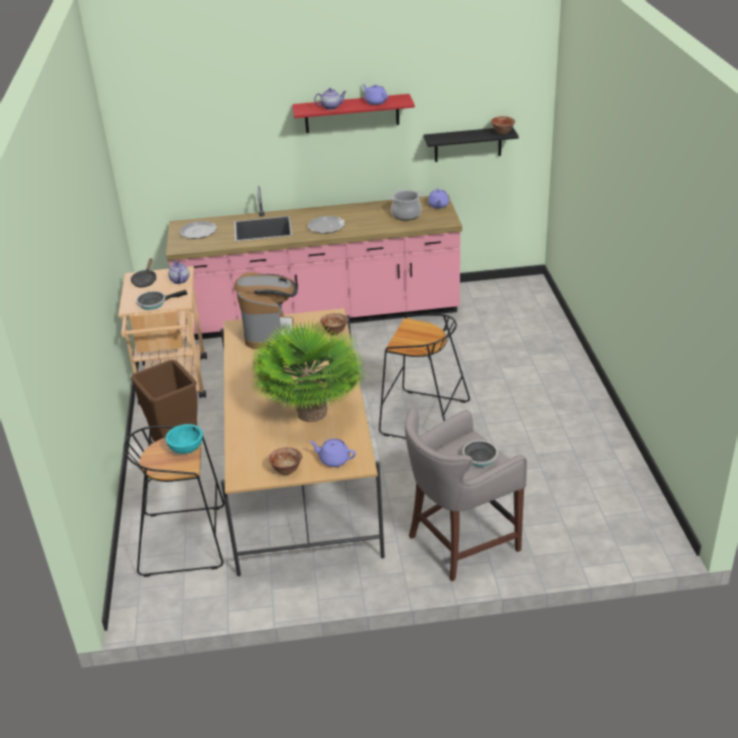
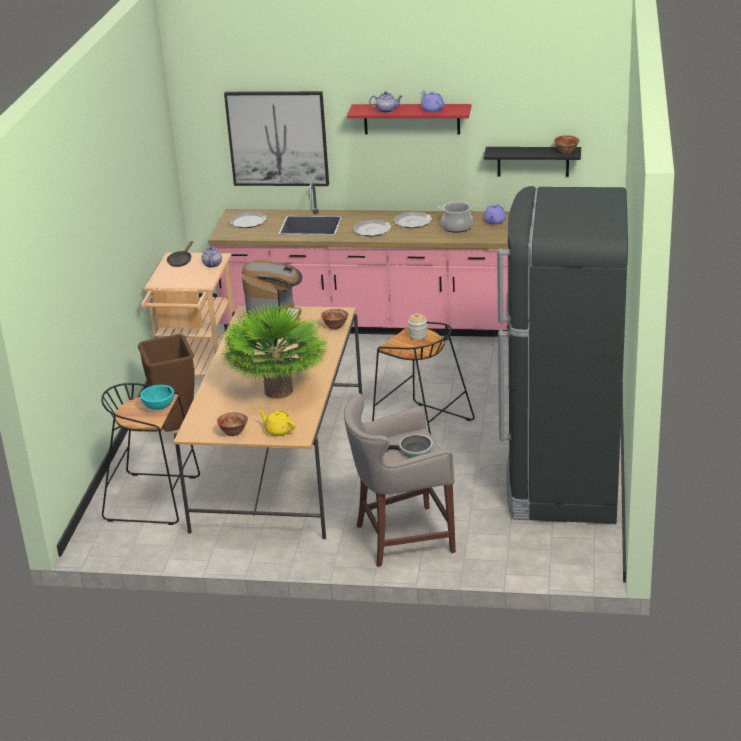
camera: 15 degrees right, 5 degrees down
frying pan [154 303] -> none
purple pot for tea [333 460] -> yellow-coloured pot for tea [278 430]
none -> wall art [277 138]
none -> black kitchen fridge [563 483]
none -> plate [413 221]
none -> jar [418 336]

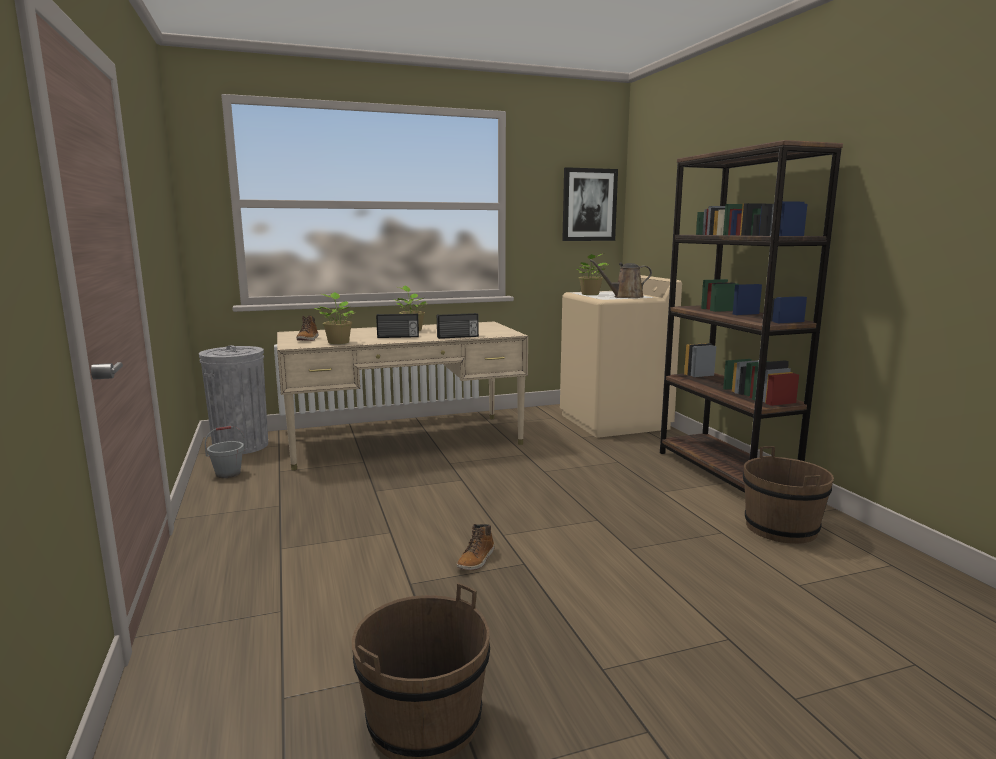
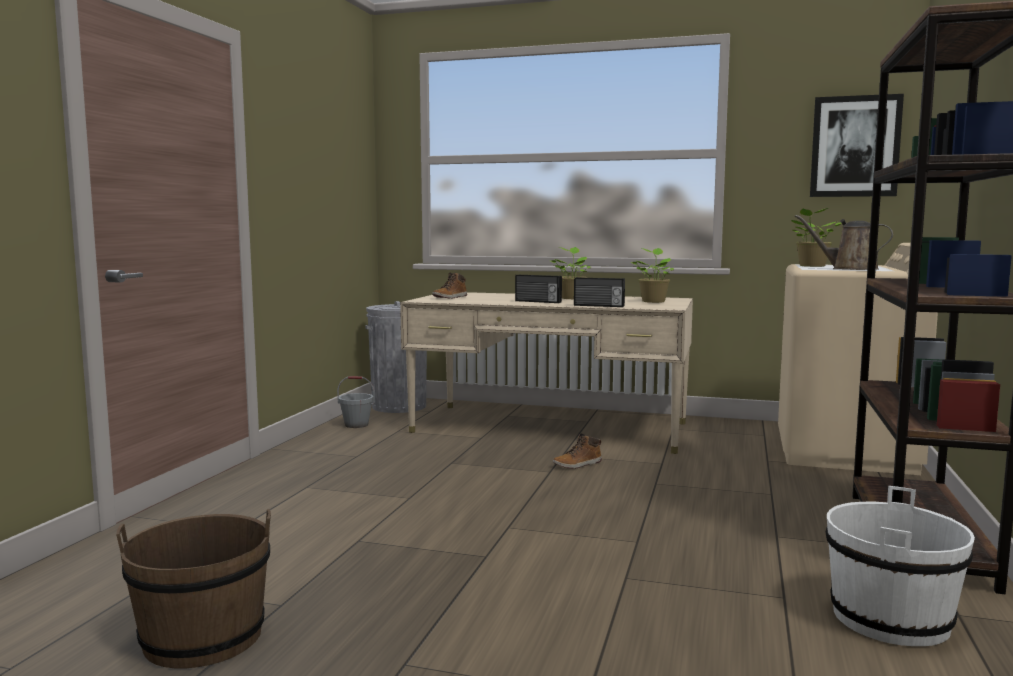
camera: 35 degrees right, 5 degrees down
potted plant [338 342] -> potted plant [653 301], shifted
brownish water bucket [781 528] -> whitish water bucket [891 619]
tall boot [476 560] -> tall boot [578 464], shifted

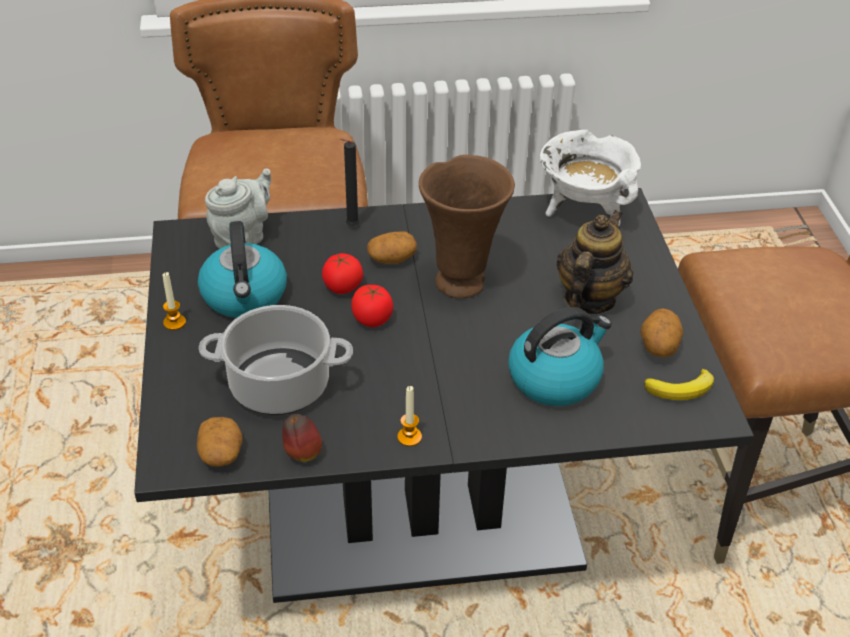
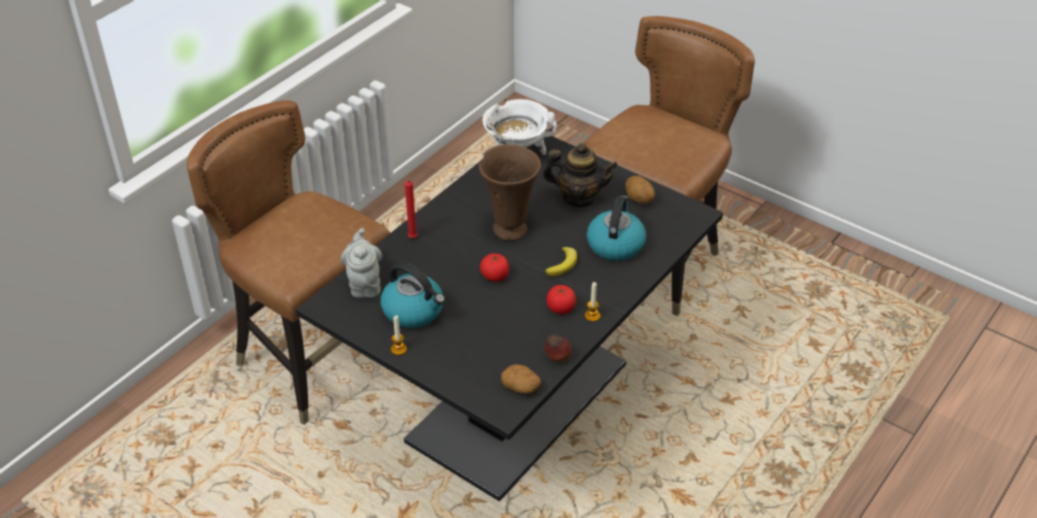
camera: 45 degrees left, 0 degrees up
black wax light [350 227] -> red wax light [412 238]
pot for tea [588 299] -> pot for tea [579 197], 120 degrees clockwise
spud [392 258] -> none
whole tomato [342 287] -> whole tomato [561 308], shifted
saucepot [278 385] -> none
banana [681 389] -> banana [563 264], shifted

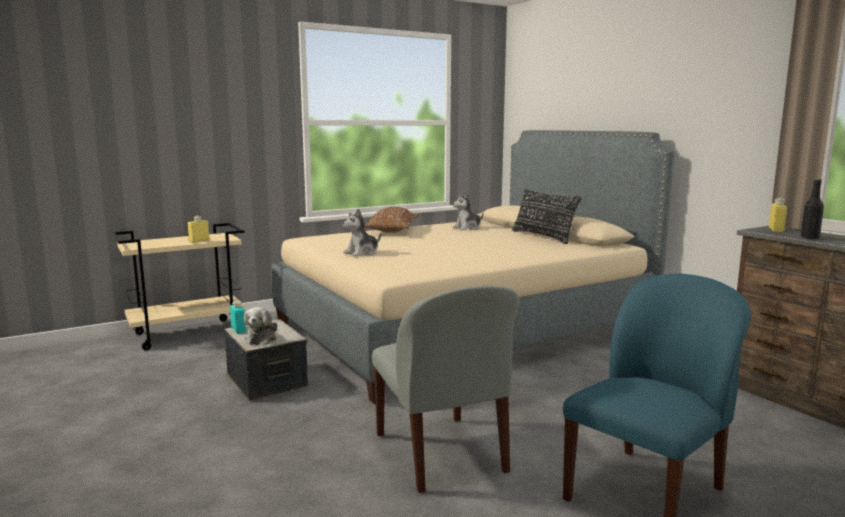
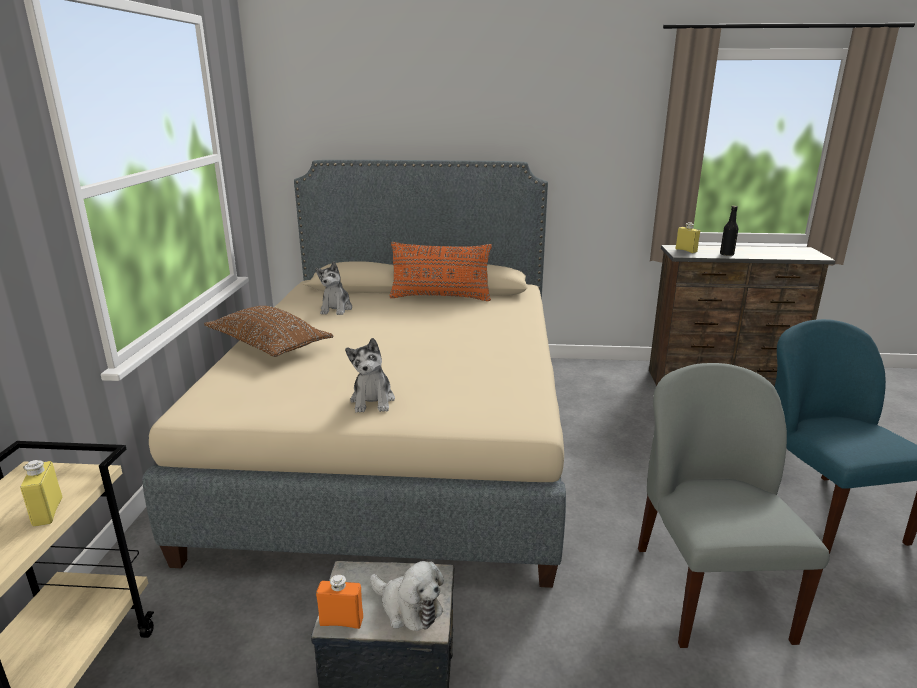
camera: 55 degrees left, 10 degrees up
black pillow [543 237] -> orange-coloured pillow [440 297]
grey upright chair [441 454] -> grey upright chair [708 590], 105 degrees counterclockwise
blue-green bottle [238 330] -> orange-coloured bottle [341 621]

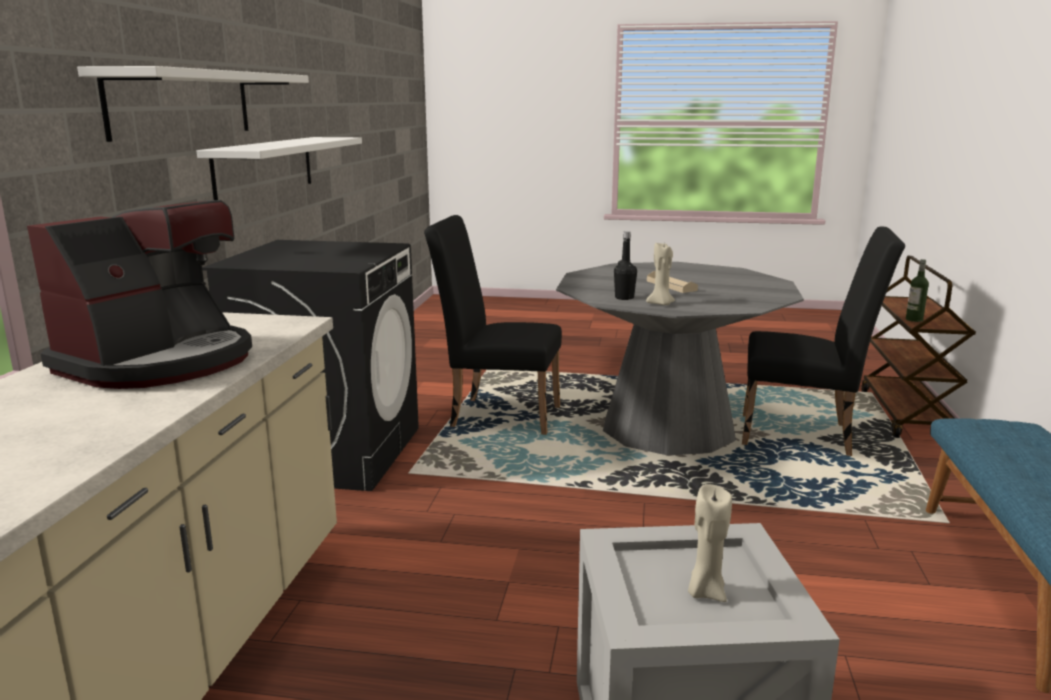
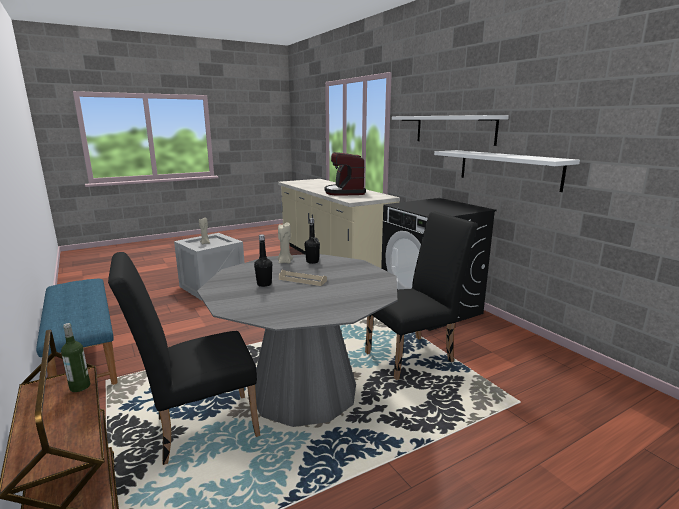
camera: 140 degrees right, 0 degrees up
none -> black bottle [264 284]

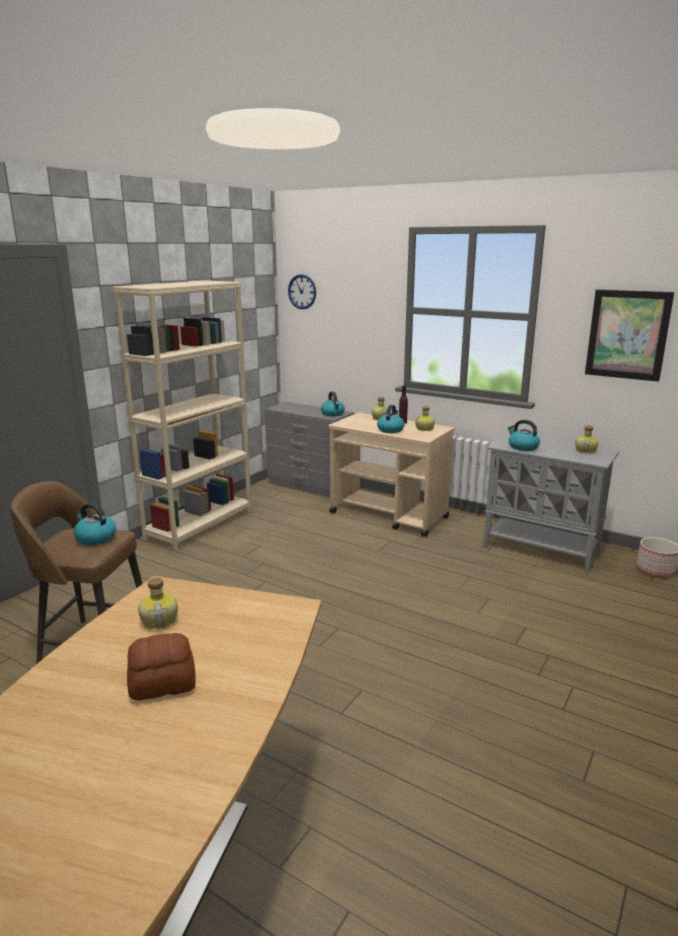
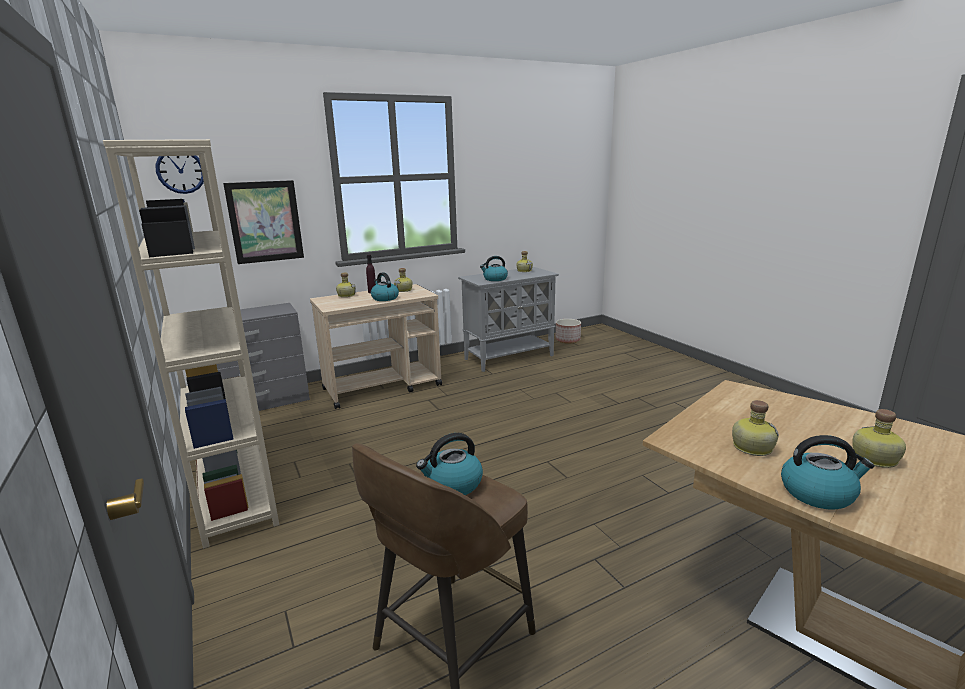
camera: 60 degrees left, 0 degrees up
wall art [627 335] -> wall art [265 222], shifted
tea kettle [333 414] -> tea kettle [818 493], shifted
bakery bread [162 684] -> bottle [873 459]

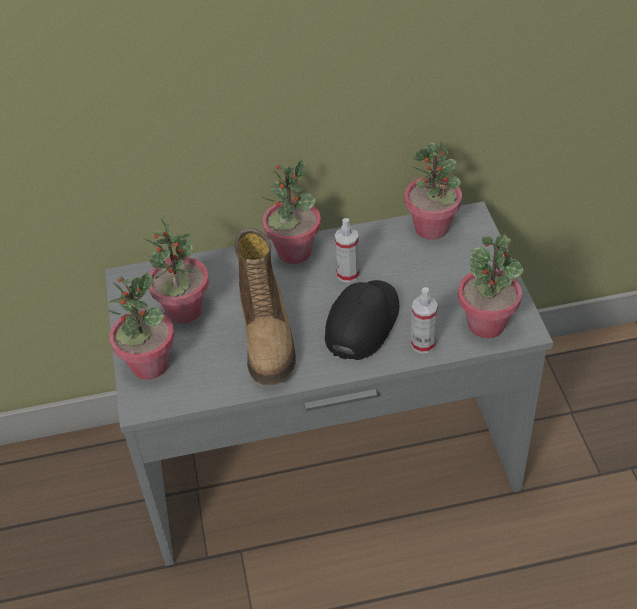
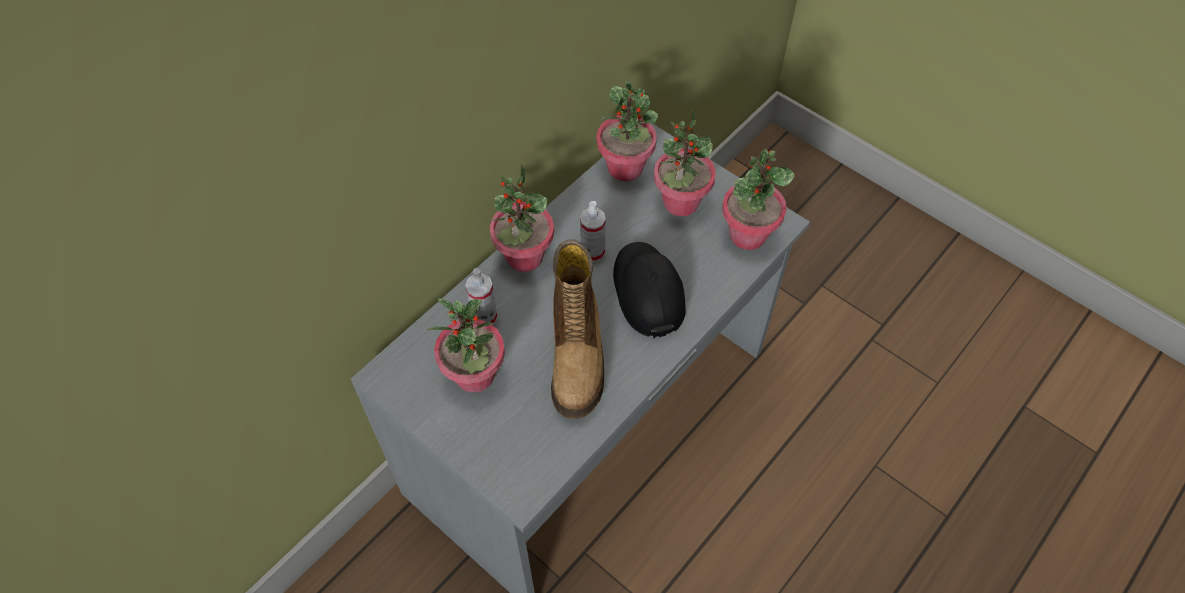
camera: 40 degrees left, 10 degrees up
tall boot [268 337] -> tall boot [578 354], 45 degrees clockwise
potted plant [149 365] -> potted plant [680 202], shifted
hand sprayer [423 344] -> hand sprayer [484 317], shifted

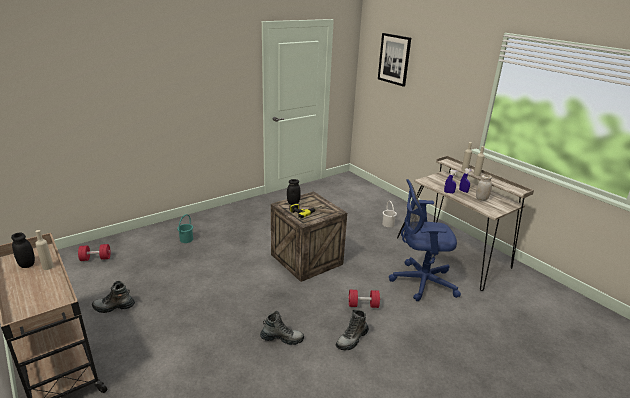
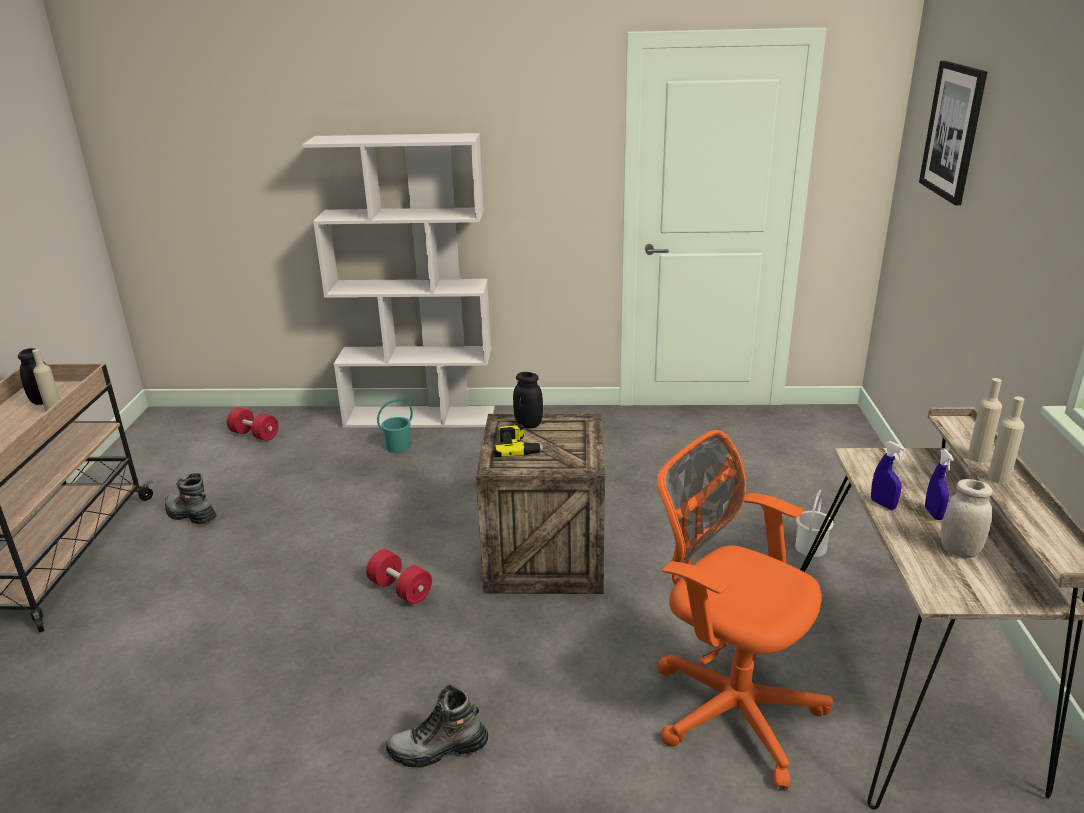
camera: 40 degrees right, 0 degrees up
bluish desk chair [420 282] -> orange-coloured desk chair [729 706]
red hand weight [363 305] -> red hand weight [400 589], shifted
tall boot [282 338] -> none
none -> whitish bookcase [420 417]

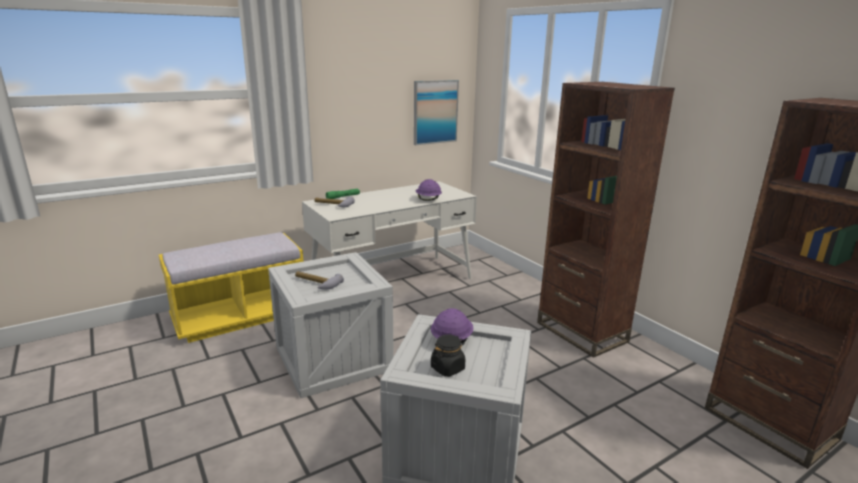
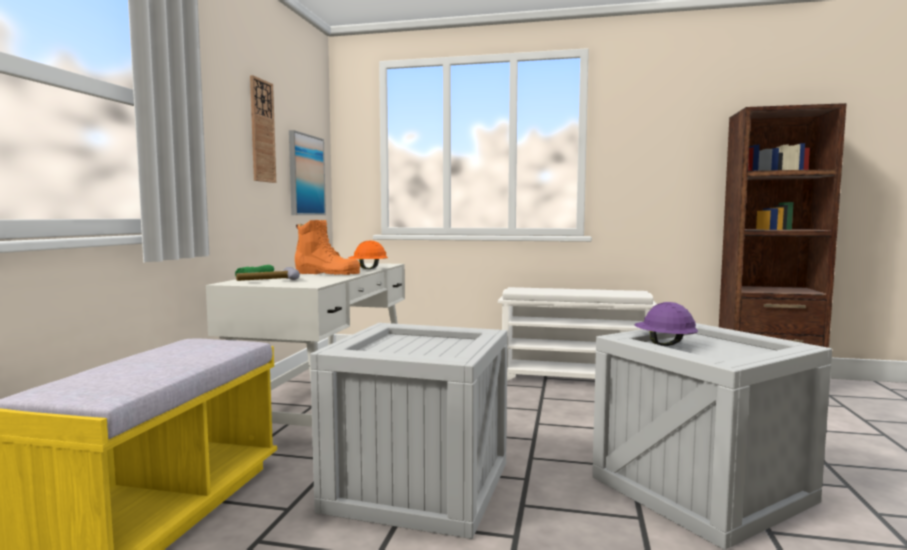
camera: 45 degrees left, 15 degrees down
brownish bookcase [581 332] -> whitish shoe shelf [574 378]
purple safety helmet [428 199] -> orange-coloured safety helmet [367 268]
hammer [316 284] -> none
black jar [447 368] -> none
none -> clock on the wall [262 131]
none -> orange-coloured tall boot [327 273]

